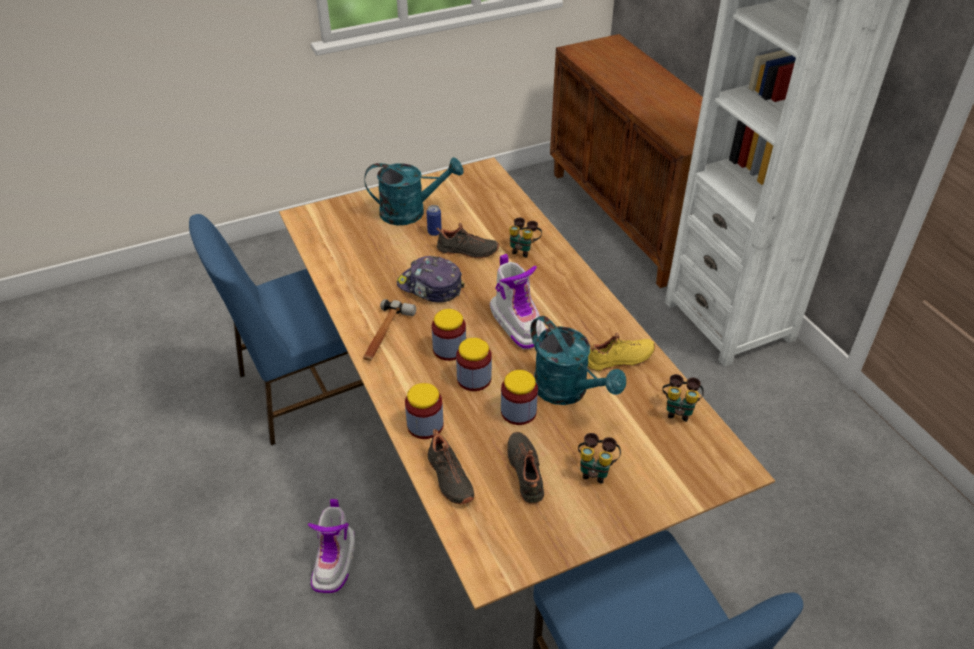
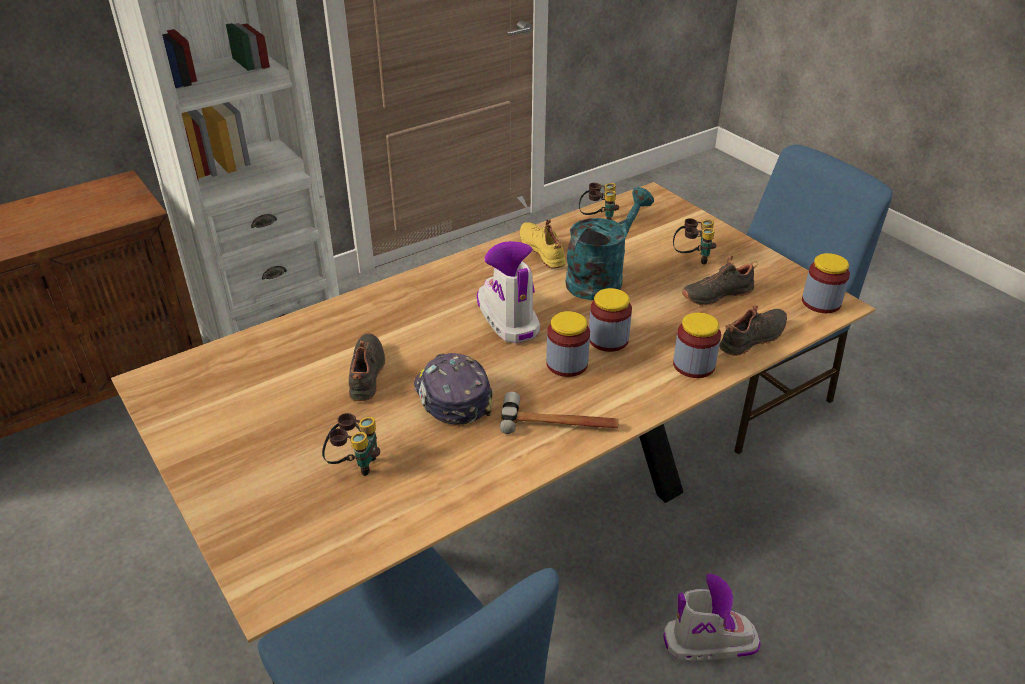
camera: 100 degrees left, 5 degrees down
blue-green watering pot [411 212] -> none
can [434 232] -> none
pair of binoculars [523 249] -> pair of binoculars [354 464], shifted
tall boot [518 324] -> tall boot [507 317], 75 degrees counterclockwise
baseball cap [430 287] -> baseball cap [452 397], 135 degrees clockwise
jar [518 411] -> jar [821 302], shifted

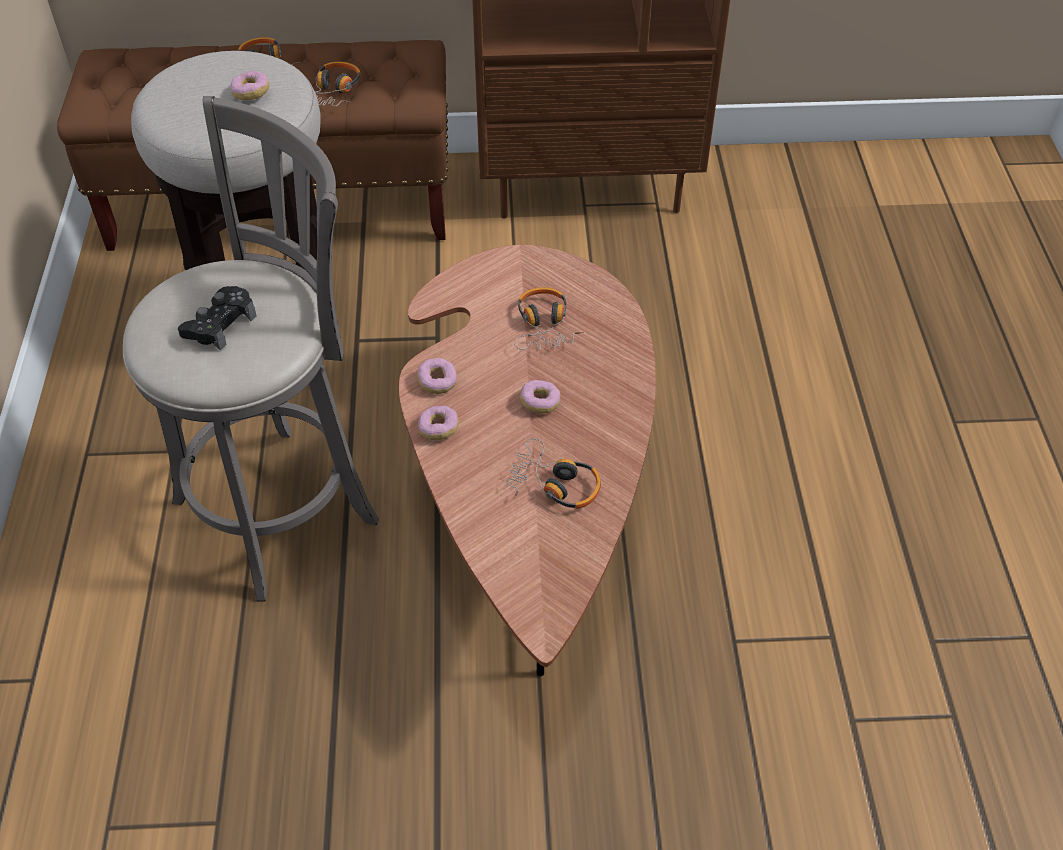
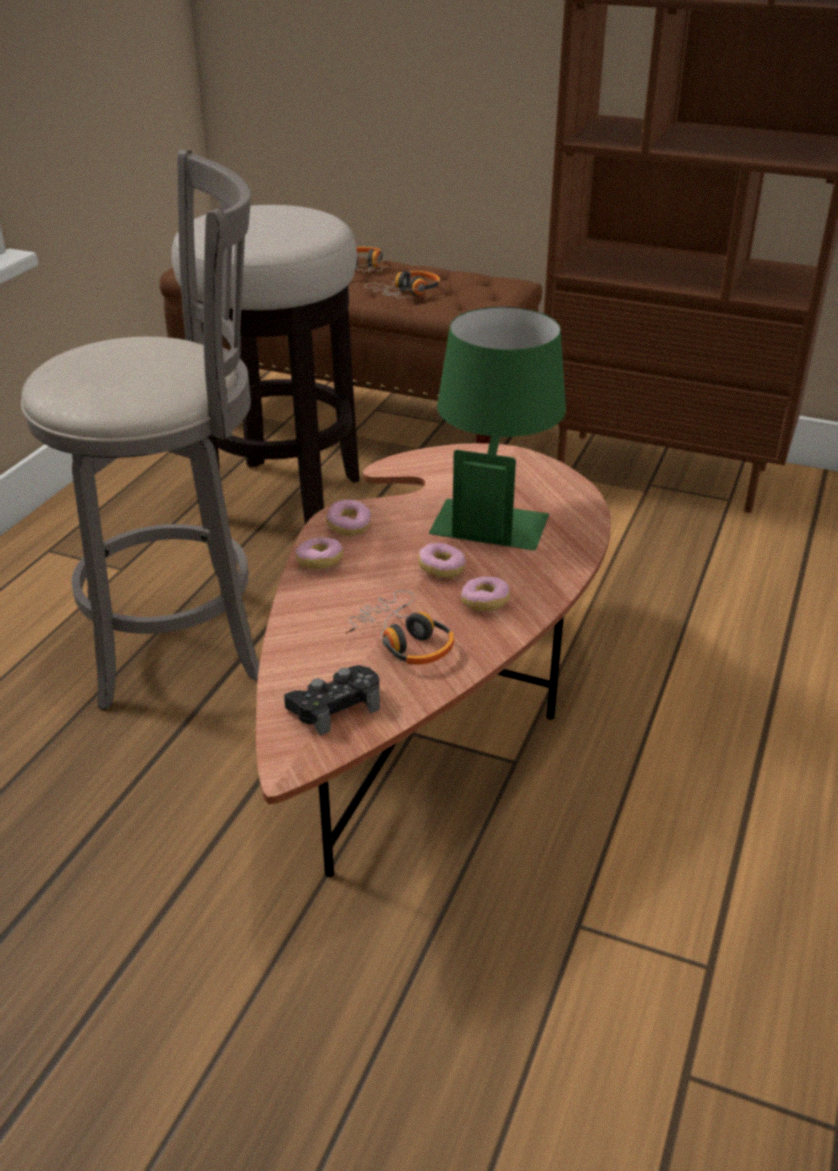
camera: 25 degrees right, 15 degrees down
doughnut [251 93] -> doughnut [485 603], shifted
black game controller [220 324] -> black game controller [335 706], shifted
headset [544 326] -> green table lamp [494 511]

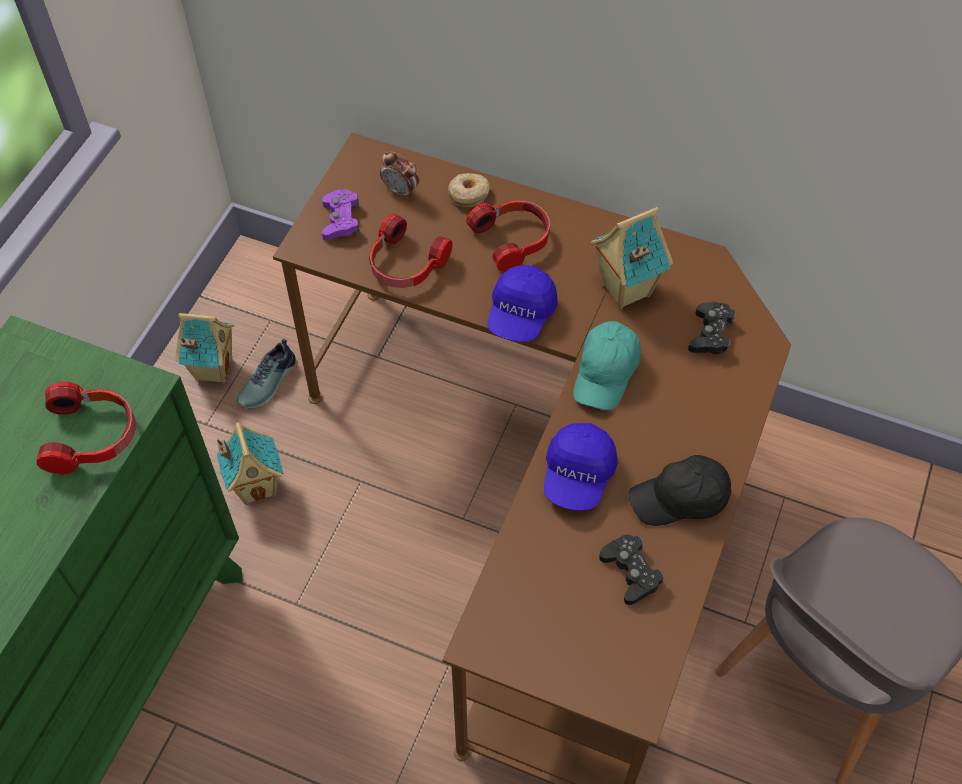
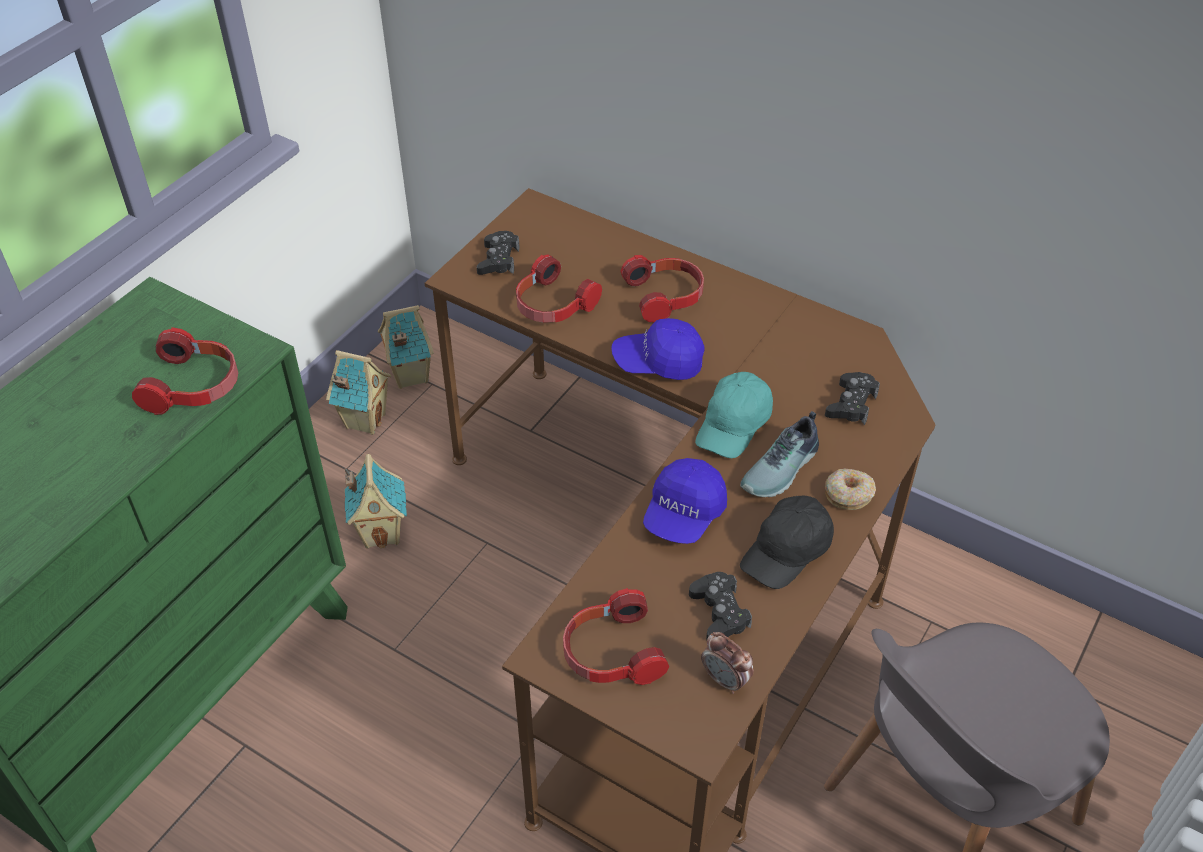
camera: 10 degrees right, 10 degrees down
bedside clock [401 191] -> bedside clock [725 680], shifted
doughnut [468 194] -> doughnut [848 494], shifted
purple game controller [341 220] -> black game controller [498 260]
miniature house [624 290] -> miniature house [409 376], shifted
bluish baseball cap [521 315] -> bluish baseball cap [658 362], 60 degrees clockwise
shoe [269 383] -> shoe [782 469], shifted
black baseball cap [680 499] -> black baseball cap [787 551], 45 degrees counterclockwise
none -> headset [610 652]

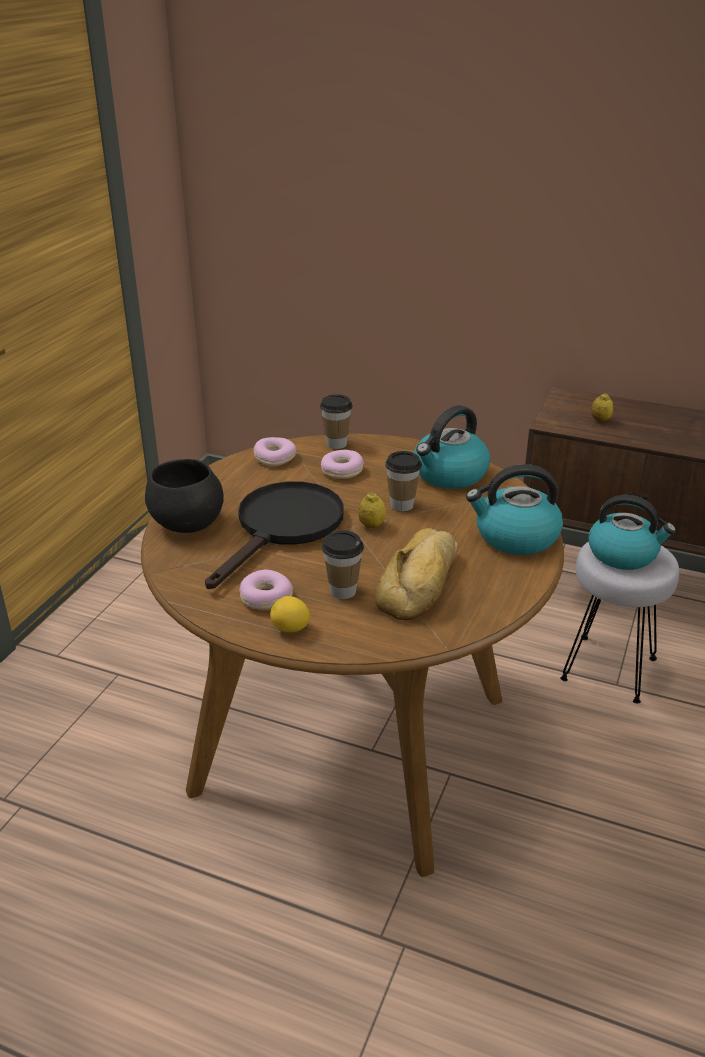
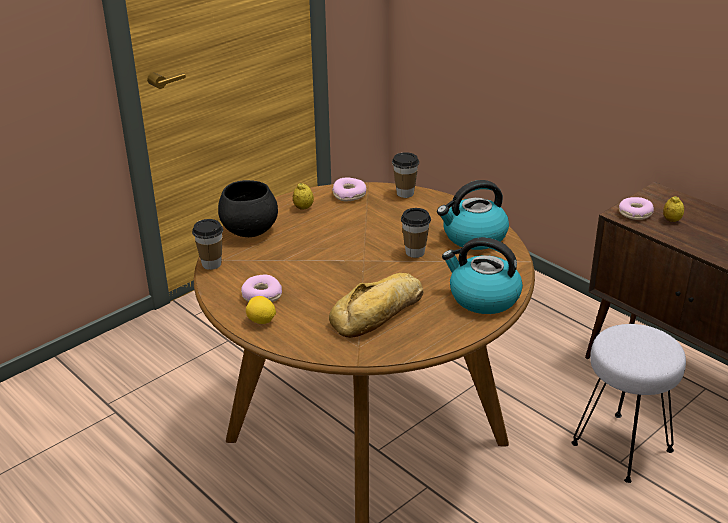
camera: 25 degrees right, 0 degrees up
doughnut [342 471] -> doughnut [635 213], shifted
black frying pan [283 528] -> none
whole lemon [371 525] -> whole lemon [303 208], shifted
tea kettle [623 554] -> none
cup [342 591] -> cup [211 264], shifted

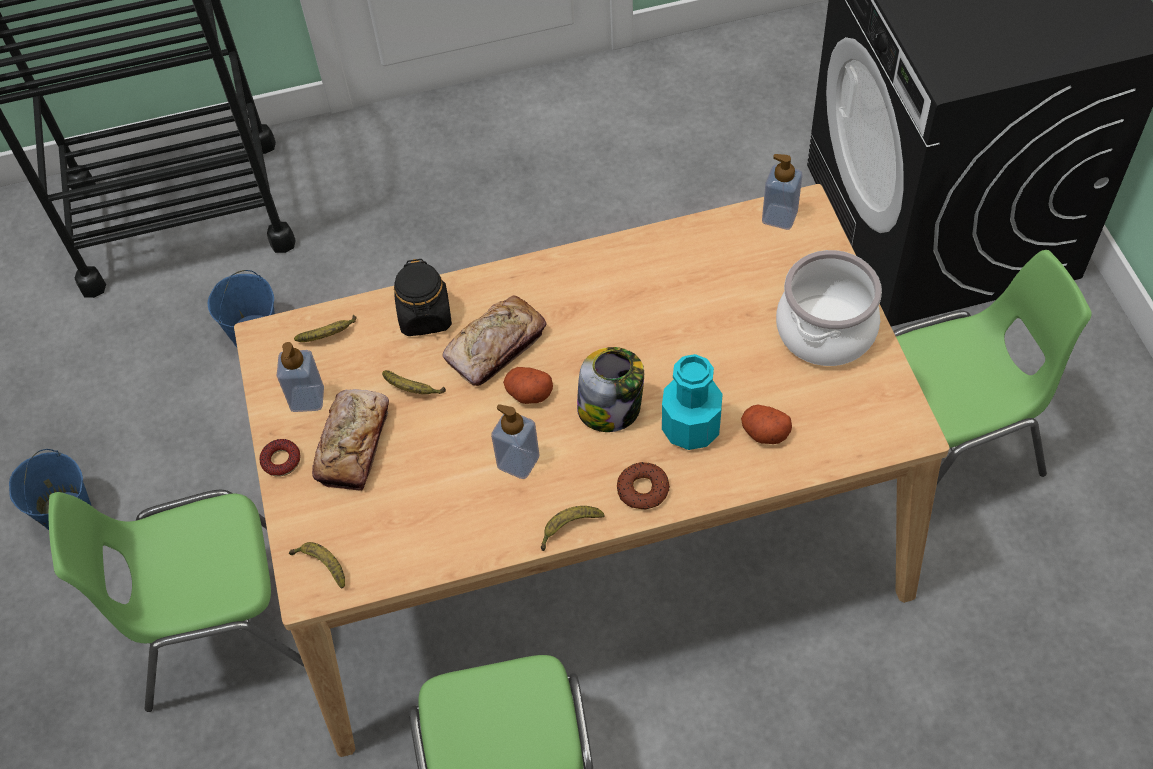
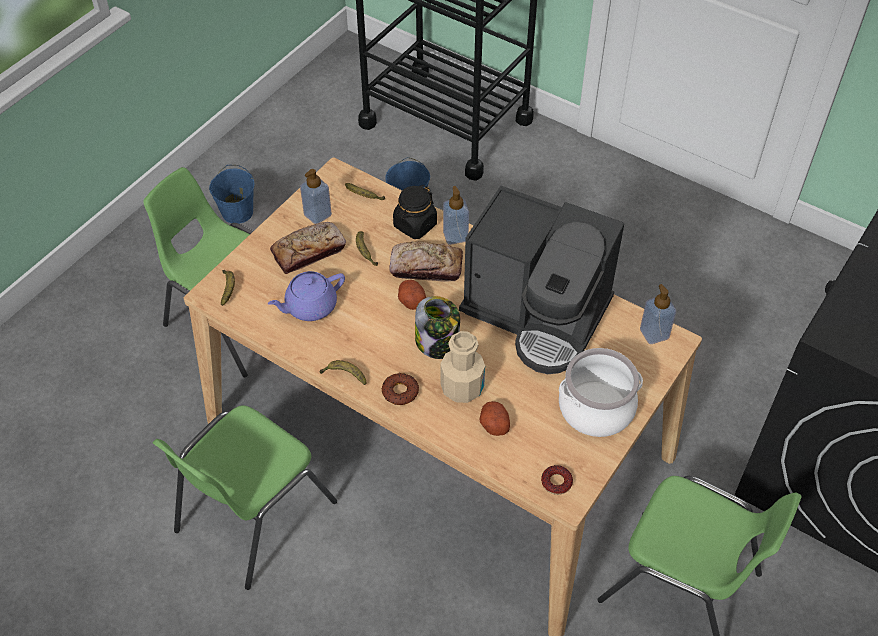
camera: 45 degrees right, 5 degrees down
blue-green bottle [691 428] -> sand-coloured bottle [462 387]
soap bottle [518 462] -> soap bottle [455 236], shifted
doughnut [281 461] -> doughnut [556 482], shifted
none -> coffee machine [537 314]
none -> purple pot for tea [310 307]

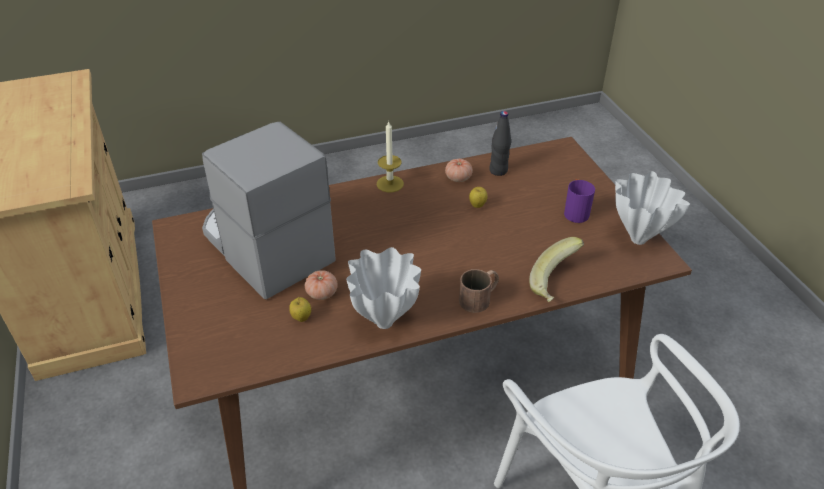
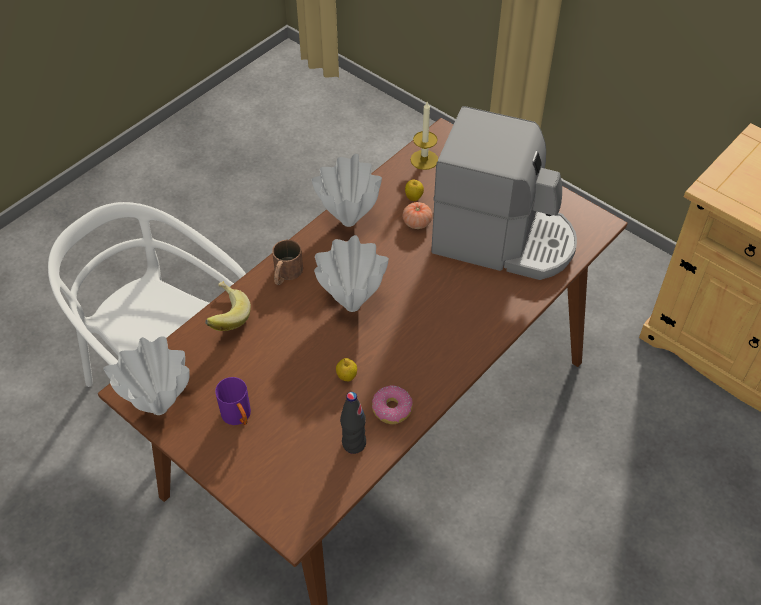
camera: 150 degrees right, 10 degrees up
wax light [390 184] -> wax light [424 160], shifted
whole tomato [458 178] -> doughnut [391 408]
none -> whitish vase [352 304]

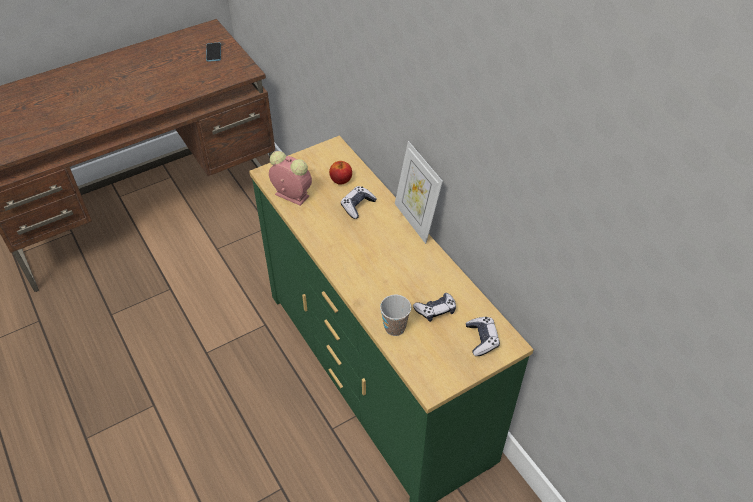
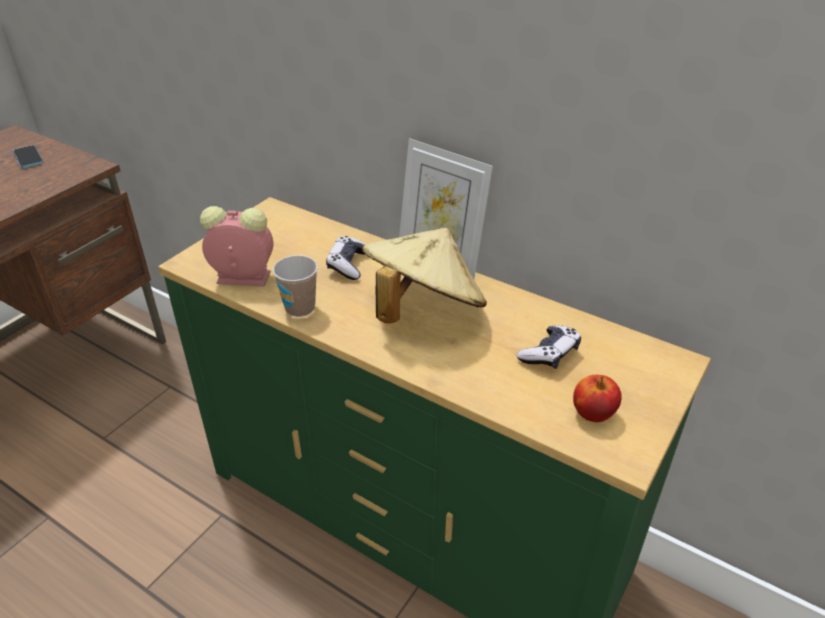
camera: 25 degrees left, 10 degrees down
whole apple [341 180] -> whole apple [592 413], shifted
cup [395 327] -> cup [300 308], shifted
game controller [482 339] -> none
none -> sand-coloured hat [423 309]

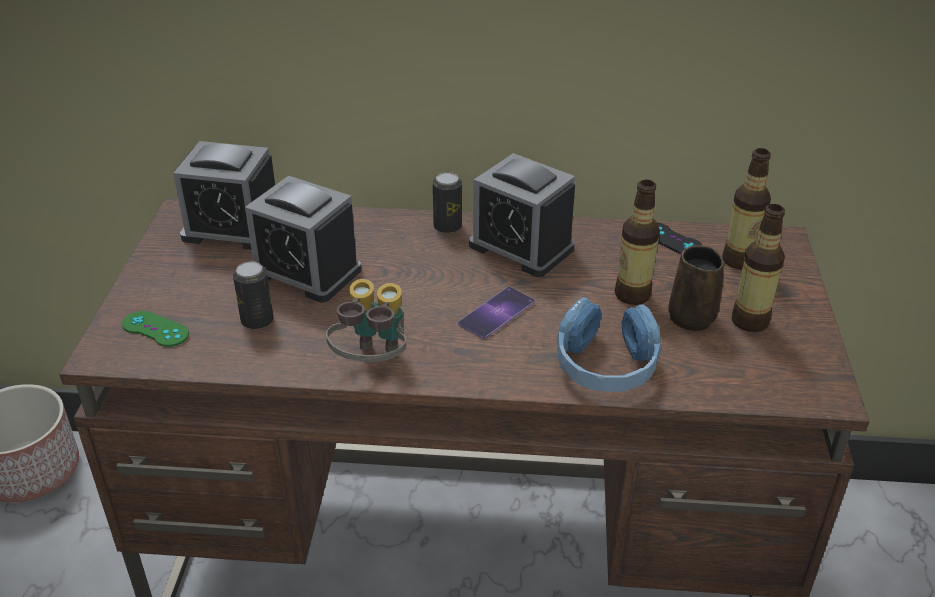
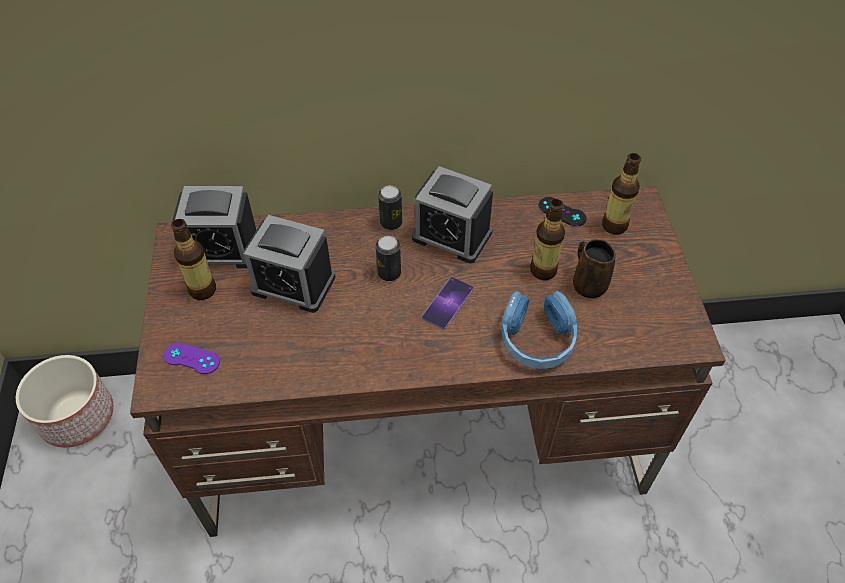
camera: 10 degrees left, 15 degrees up
bottle [750 321] -> bottle [202 290], shifted
can [257 321] -> can [389 273], shifted
pair of binoculars [372 363] -> none
green game controller [155 329] -> purple game controller [192 358]

